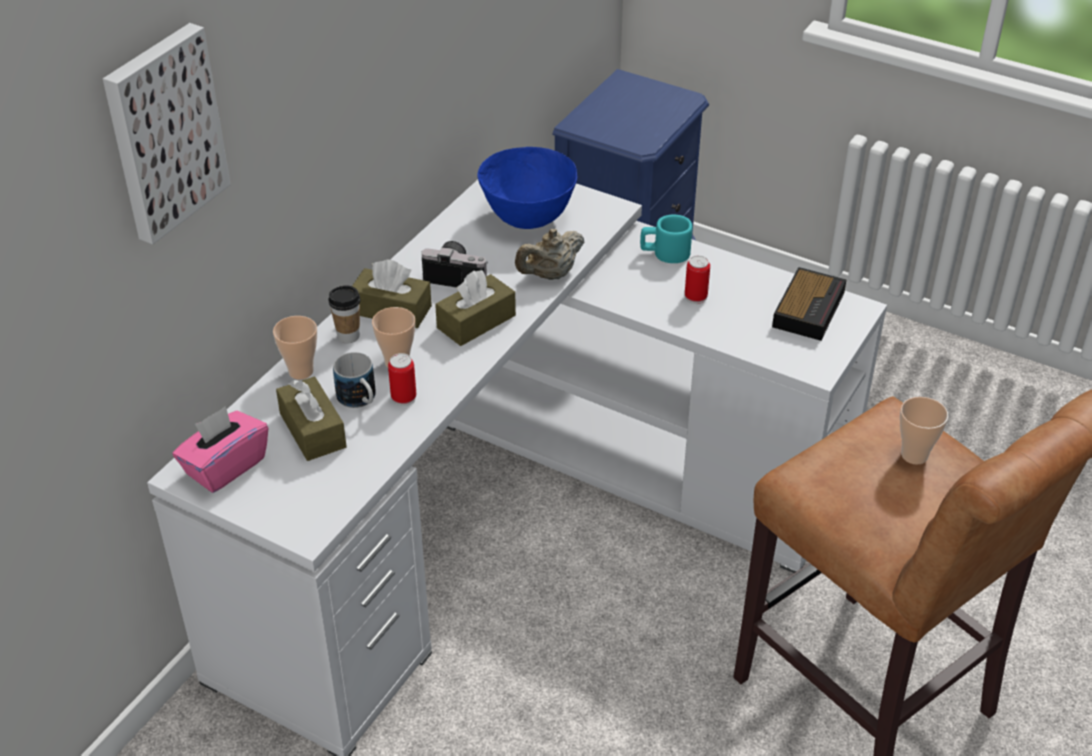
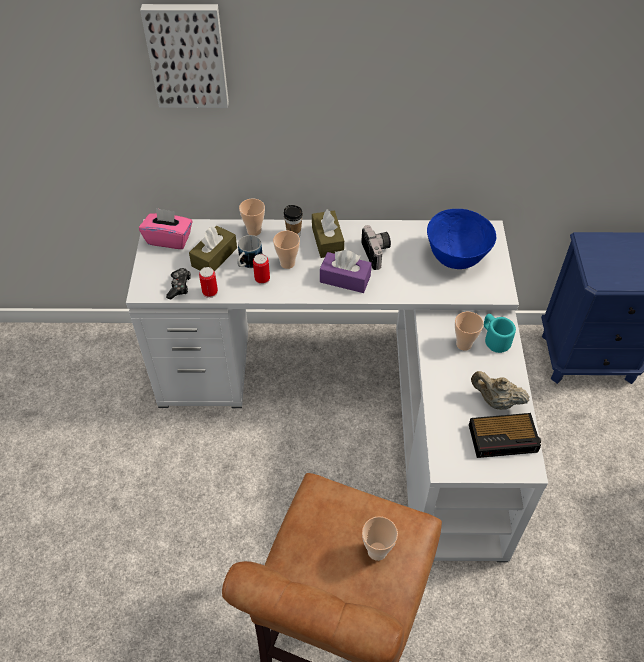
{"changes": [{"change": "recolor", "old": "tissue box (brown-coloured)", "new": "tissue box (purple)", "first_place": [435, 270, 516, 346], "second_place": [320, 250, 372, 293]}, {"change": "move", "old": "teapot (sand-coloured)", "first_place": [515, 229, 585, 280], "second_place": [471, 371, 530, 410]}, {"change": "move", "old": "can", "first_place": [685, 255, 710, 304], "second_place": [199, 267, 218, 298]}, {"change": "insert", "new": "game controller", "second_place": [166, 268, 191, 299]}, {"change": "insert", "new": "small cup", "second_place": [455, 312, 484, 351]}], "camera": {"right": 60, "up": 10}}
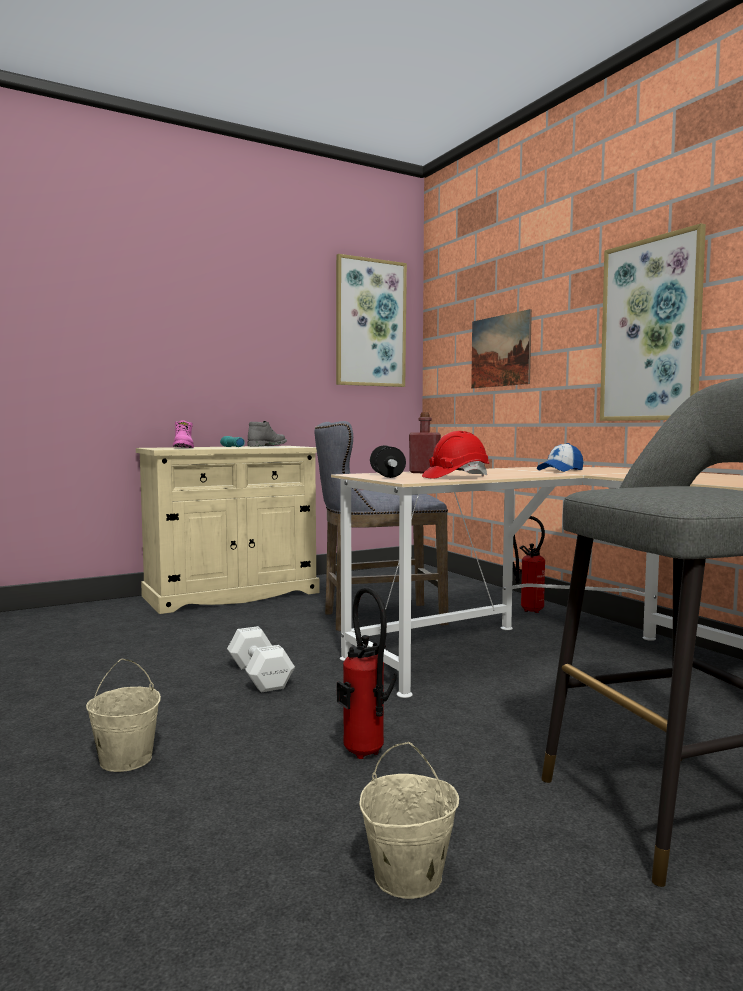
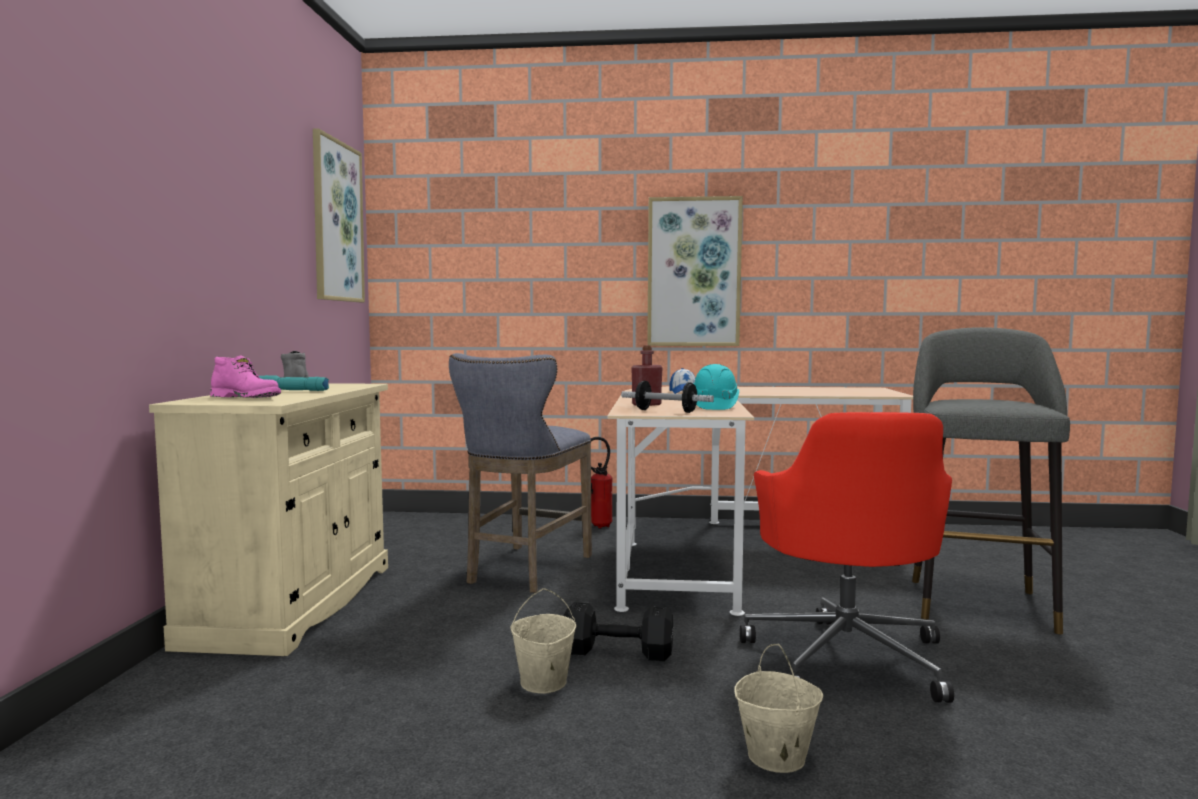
{"changes": [{"change": "recolor", "old": "hand weight (white-coloured)", "new": "hand weight (black)", "first_place": [227, 626, 295, 692], "second_place": [563, 602, 673, 661]}, {"change": "replace", "old": "fire-fighting cylinder", "new": "office chair (reddish)", "first_place": [337, 587, 397, 759], "second_place": [740, 412, 954, 703]}, {"change": "move", "old": "pail (sand-coloured)", "first_place": [359, 742, 459, 899], "second_place": [510, 588, 576, 694]}, {"change": "recolor", "old": "work helmet (reddish)", "new": "work helmet (turquoise-coloured)", "first_place": [422, 431, 489, 479], "second_place": [694, 364, 739, 410]}, {"change": "delete", "old": "wall picture", "first_place": [471, 309, 532, 388]}], "camera": {"right": -55, "up": 0}}
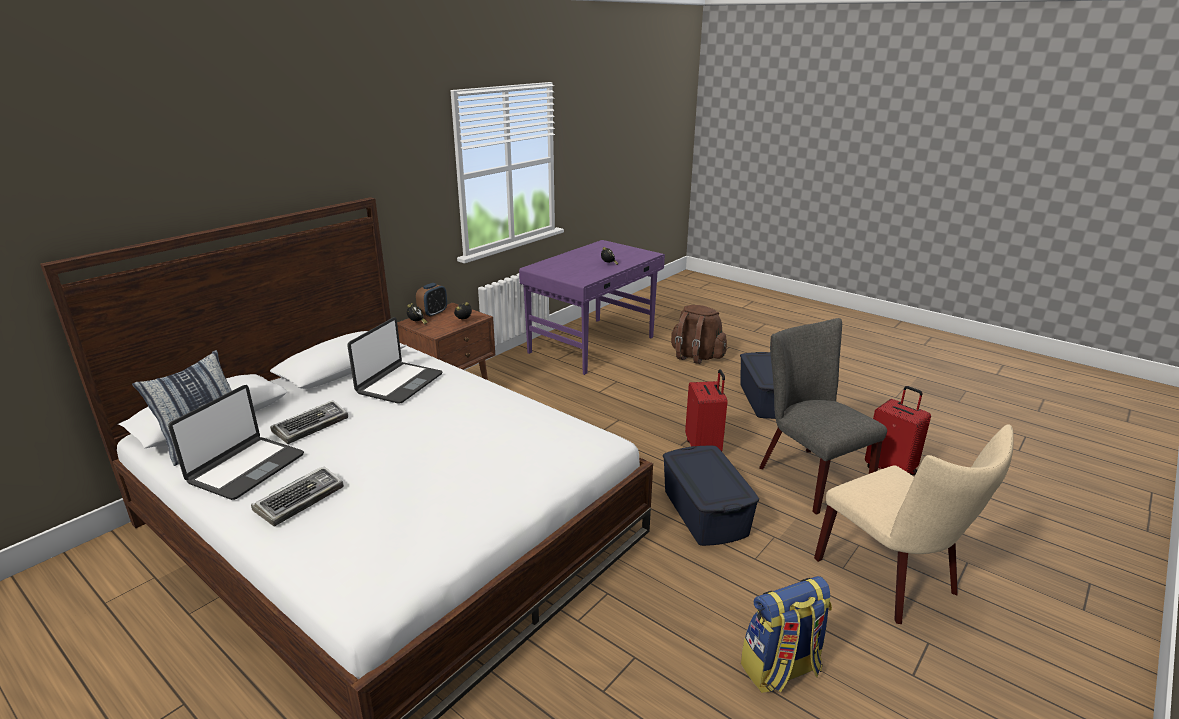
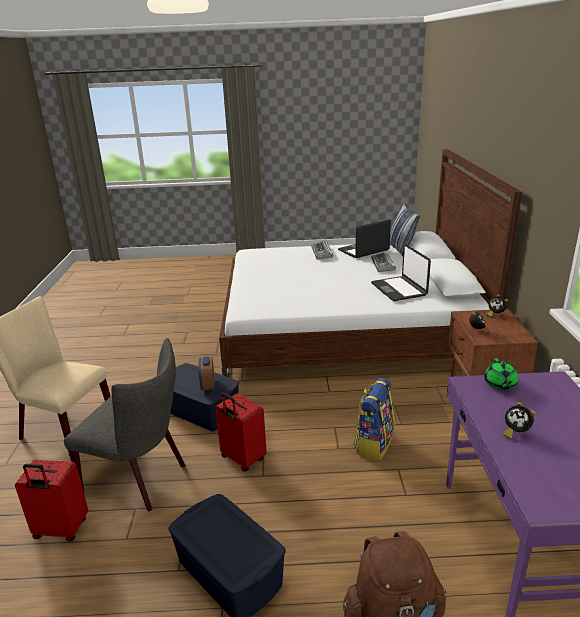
{"changes": [{"change": "rotate", "old": "laptop", "first_place": [168, 385, 304, 500], "second_place": [338, 219, 391, 258], "degrees": 75}, {"change": "move", "old": "alarm clock", "first_place": [416, 283, 447, 317], "second_place": [198, 357, 215, 391]}, {"change": "move", "old": "backpack", "first_place": [741, 576, 832, 693], "second_place": [354, 378, 395, 461]}, {"change": "insert", "new": "teapot (green)", "second_place": [484, 358, 519, 390]}], "camera": {"right": 140, "up": 0}}
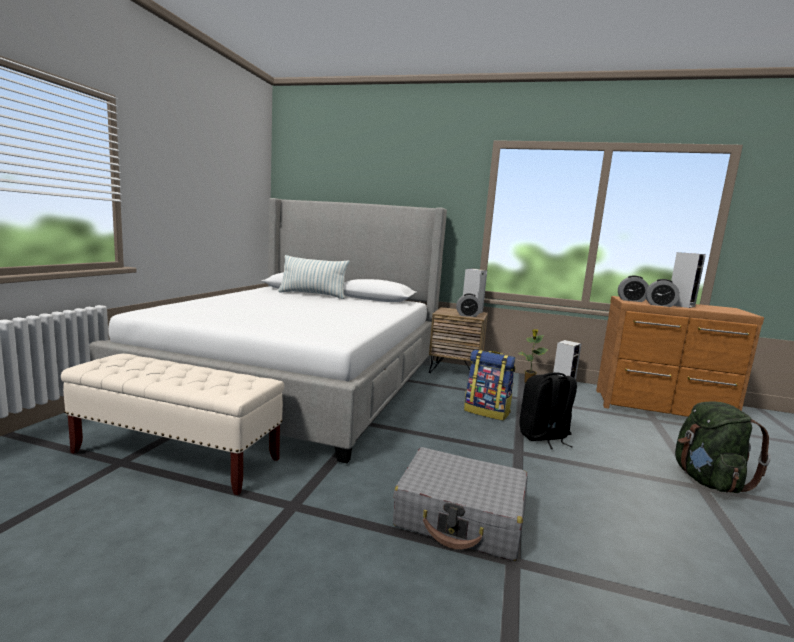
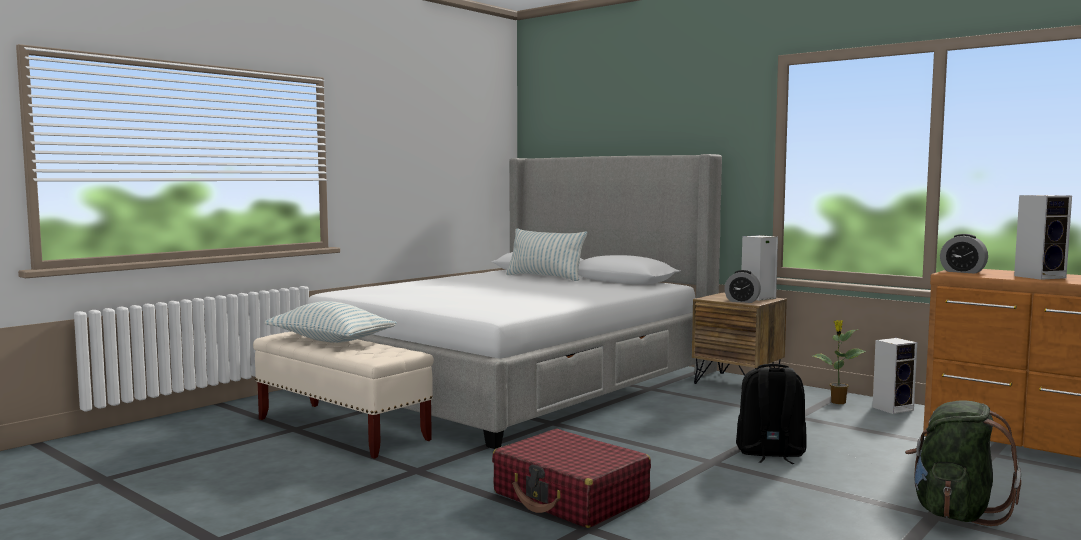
{"changes": [{"change": "recolor", "old": "travel case (greyish)", "new": "travel case (reddish)", "first_place": [393, 447, 528, 561], "second_place": [492, 429, 651, 528]}, {"change": "delete", "old": "backpack", "first_place": [464, 349, 515, 421]}, {"change": "delete", "old": "alarm clock", "first_place": [645, 279, 680, 307]}, {"change": "insert", "new": "pillow", "second_place": [265, 301, 397, 343]}], "camera": {"right": 25, "up": -5}}
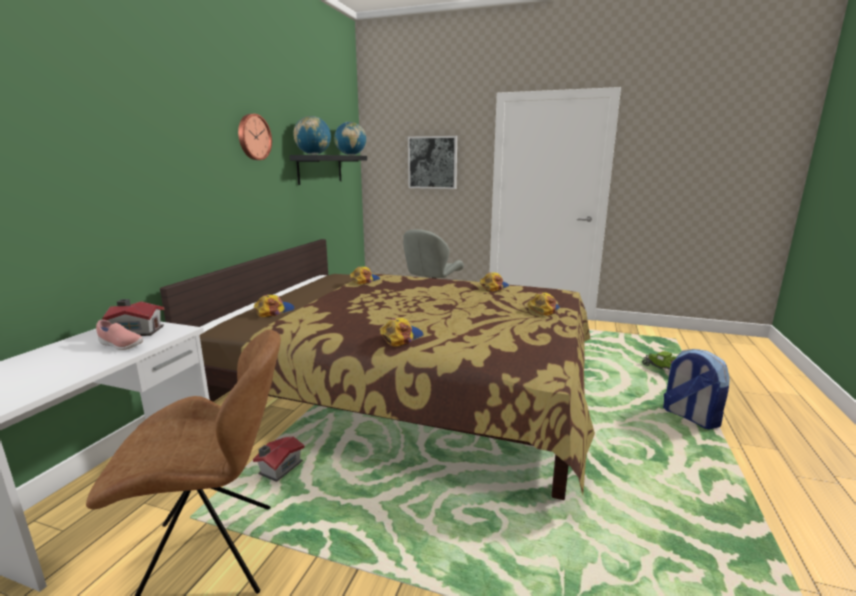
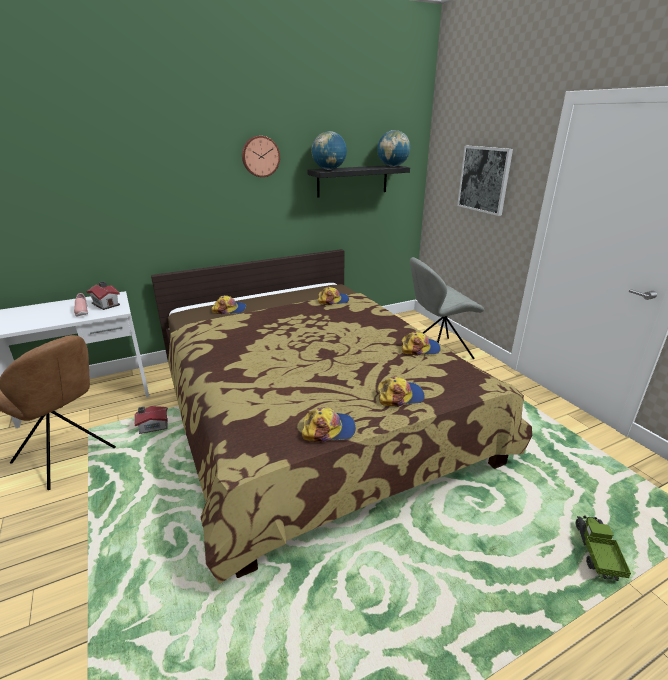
{"changes": [{"change": "move", "old": "peaked cap", "first_place": [380, 318, 424, 347], "second_place": [302, 407, 356, 442]}, {"change": "delete", "old": "backpack", "first_place": [663, 349, 730, 429]}], "camera": {"right": 45, "up": 10}}
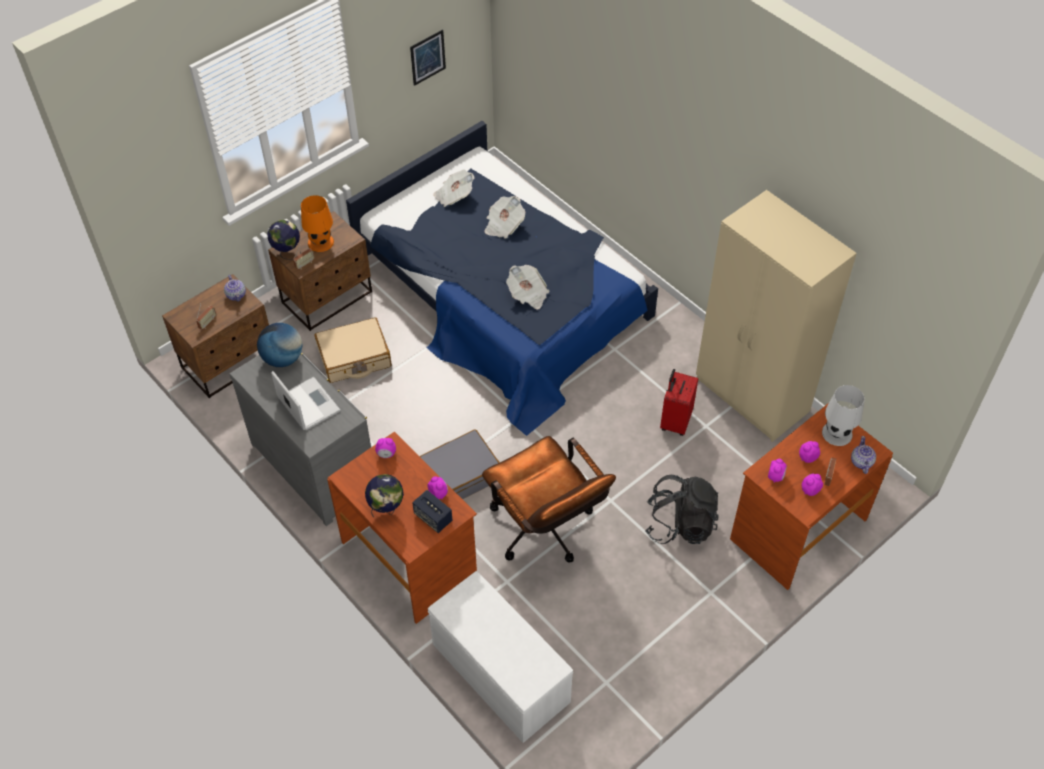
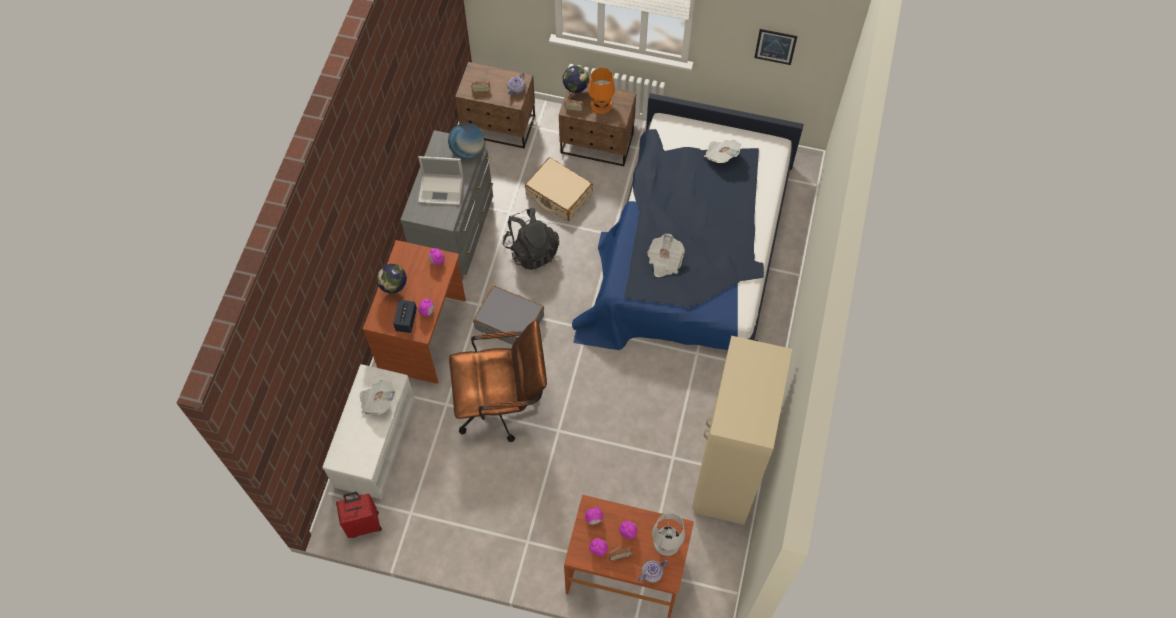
{"changes": [{"change": "rotate", "old": "laptop", "first_place": [271, 371, 340, 430], "second_place": [418, 156, 463, 205], "degrees": 75}, {"change": "rotate", "old": "office chair (brown-coloured)", "first_place": [482, 436, 616, 563], "second_place": [449, 320, 547, 442], "degrees": -120}, {"change": "move", "old": "daily paper", "first_place": [485, 196, 525, 239], "second_place": [360, 380, 396, 415]}, {"change": "move", "old": "backpack (black)", "first_place": [645, 475, 718, 544], "second_place": [502, 208, 559, 270]}, {"change": "move", "old": "travel case (reddish)", "first_place": [660, 369, 698, 436], "second_place": [336, 492, 382, 538]}], "camera": {"right": 55, "up": 10}}
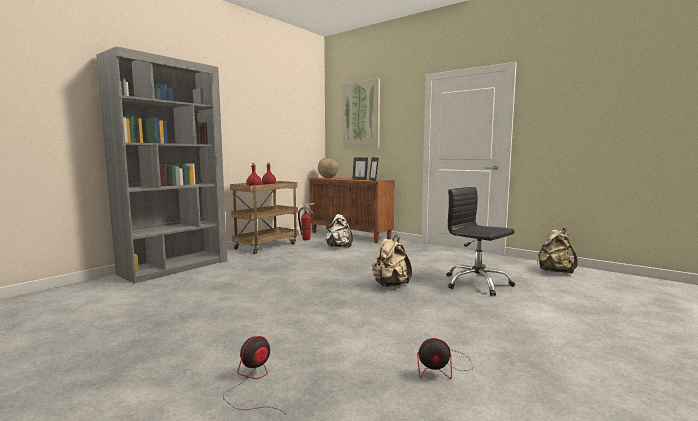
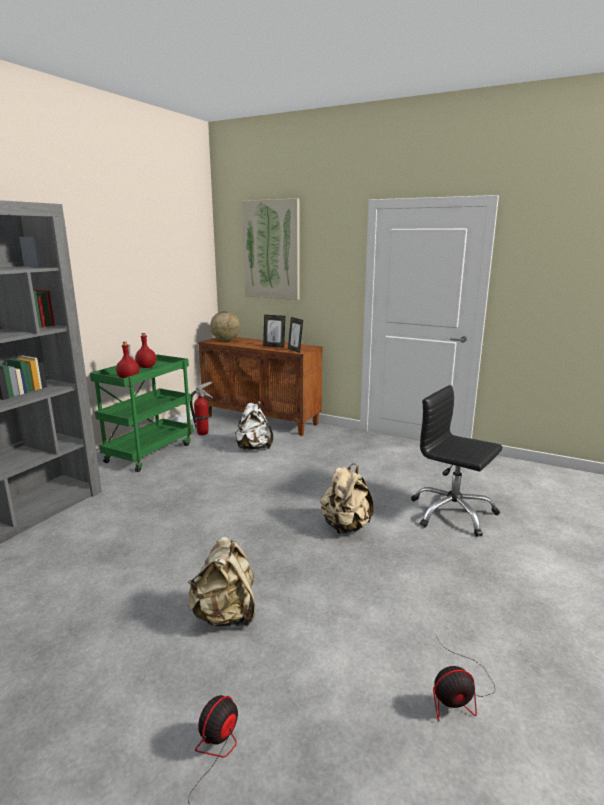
{"changes": [{"change": "recolor", "old": "cart (brown-coloured)", "new": "cart (green)", "first_place": [230, 181, 298, 254], "second_place": [90, 354, 193, 472]}, {"change": "move", "old": "backpack (sand-coloured)", "first_place": [537, 228, 578, 274], "second_place": [188, 537, 255, 627]}], "camera": {"right": -10, "up": 10}}
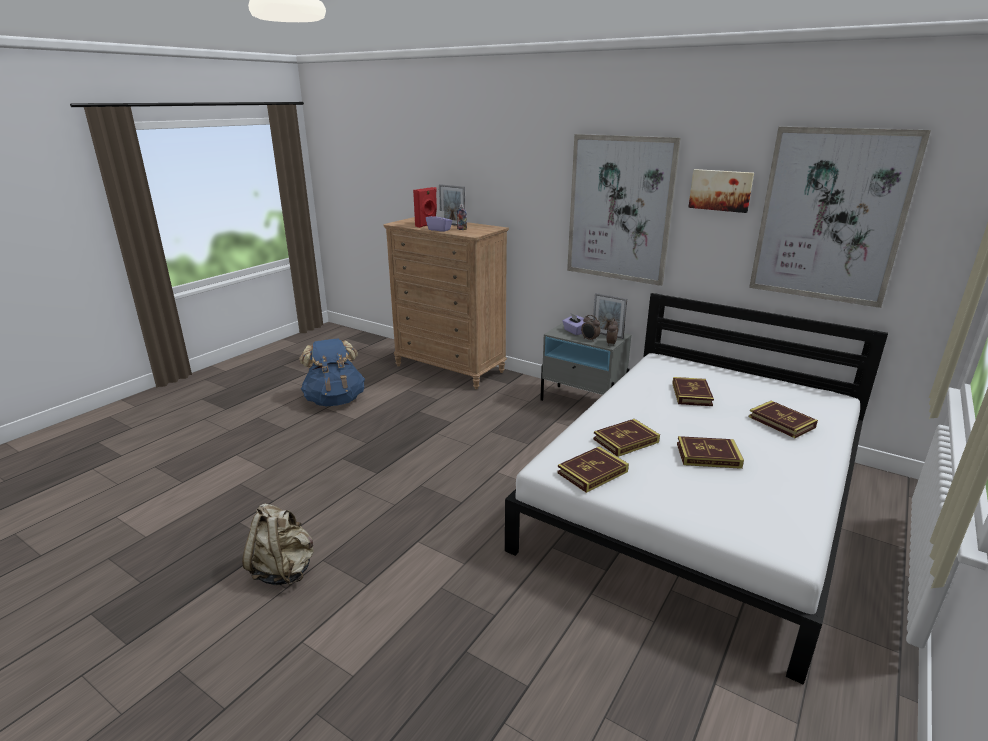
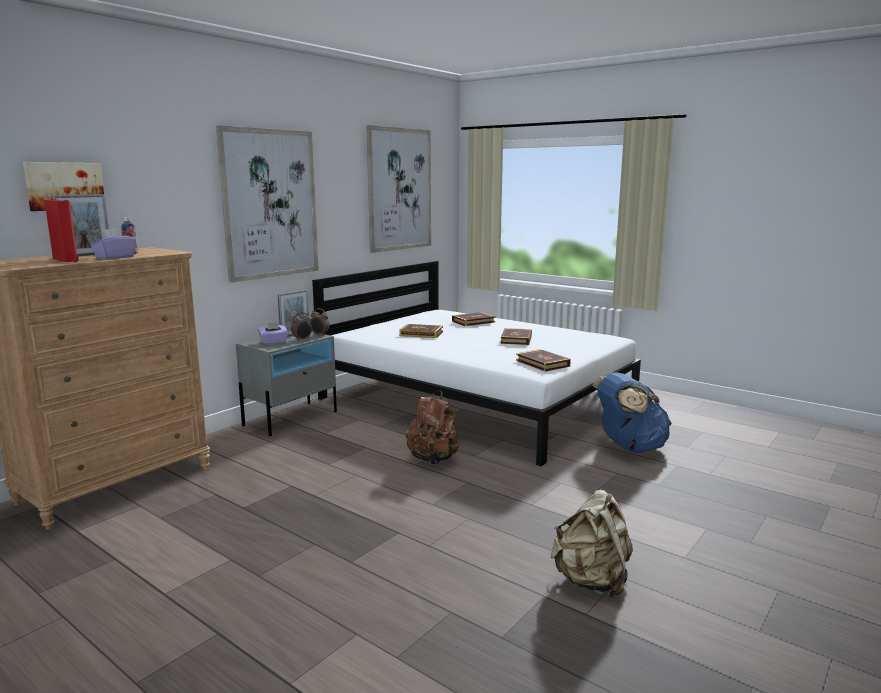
{"changes": [{"change": "move", "old": "backpack (blue)", "first_place": [299, 338, 365, 407], "second_place": [592, 372, 672, 453]}, {"change": "delete", "old": "book", "first_place": [593, 419, 660, 457]}, {"change": "move", "old": "wall picture", "first_place": [688, 169, 754, 213], "second_place": [23, 162, 104, 211]}, {"change": "insert", "new": "backpack (brown-coloured)", "second_place": [406, 390, 459, 464]}], "camera": {"right": -85, "up": -10}}
